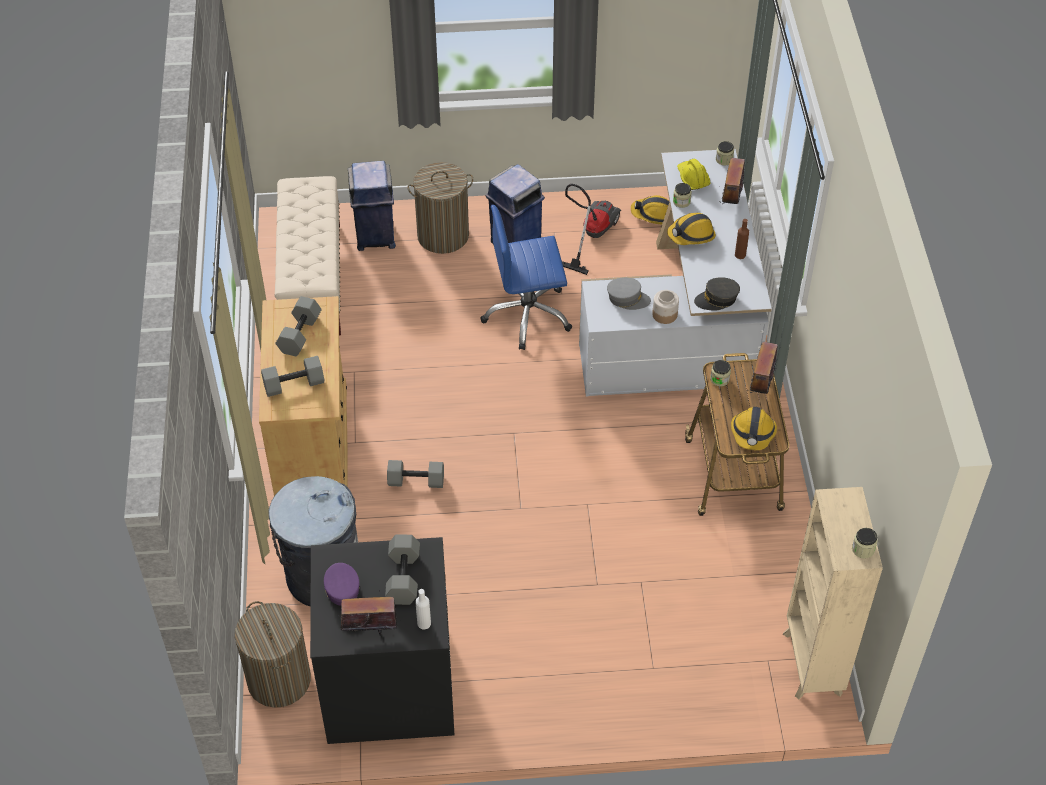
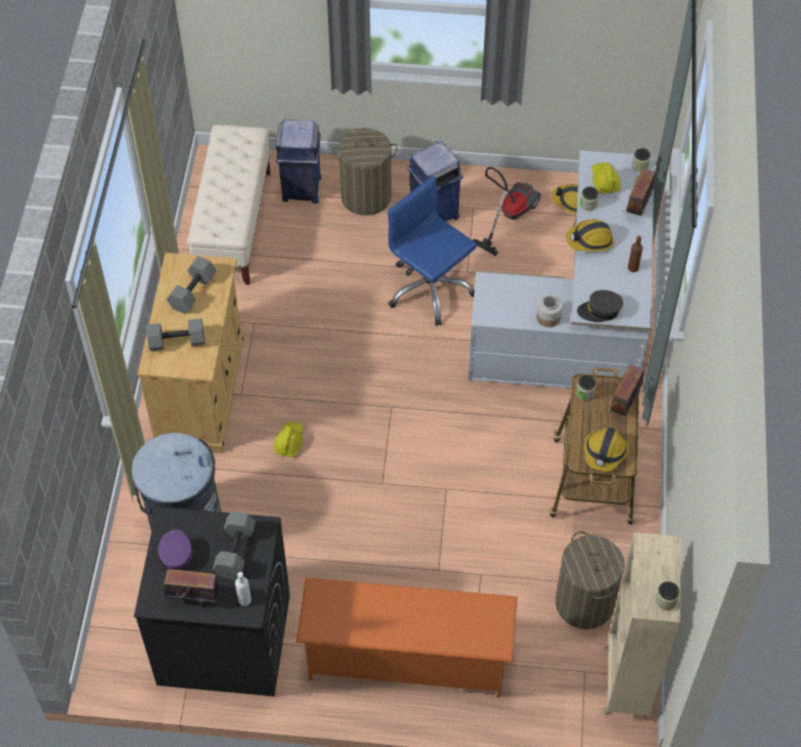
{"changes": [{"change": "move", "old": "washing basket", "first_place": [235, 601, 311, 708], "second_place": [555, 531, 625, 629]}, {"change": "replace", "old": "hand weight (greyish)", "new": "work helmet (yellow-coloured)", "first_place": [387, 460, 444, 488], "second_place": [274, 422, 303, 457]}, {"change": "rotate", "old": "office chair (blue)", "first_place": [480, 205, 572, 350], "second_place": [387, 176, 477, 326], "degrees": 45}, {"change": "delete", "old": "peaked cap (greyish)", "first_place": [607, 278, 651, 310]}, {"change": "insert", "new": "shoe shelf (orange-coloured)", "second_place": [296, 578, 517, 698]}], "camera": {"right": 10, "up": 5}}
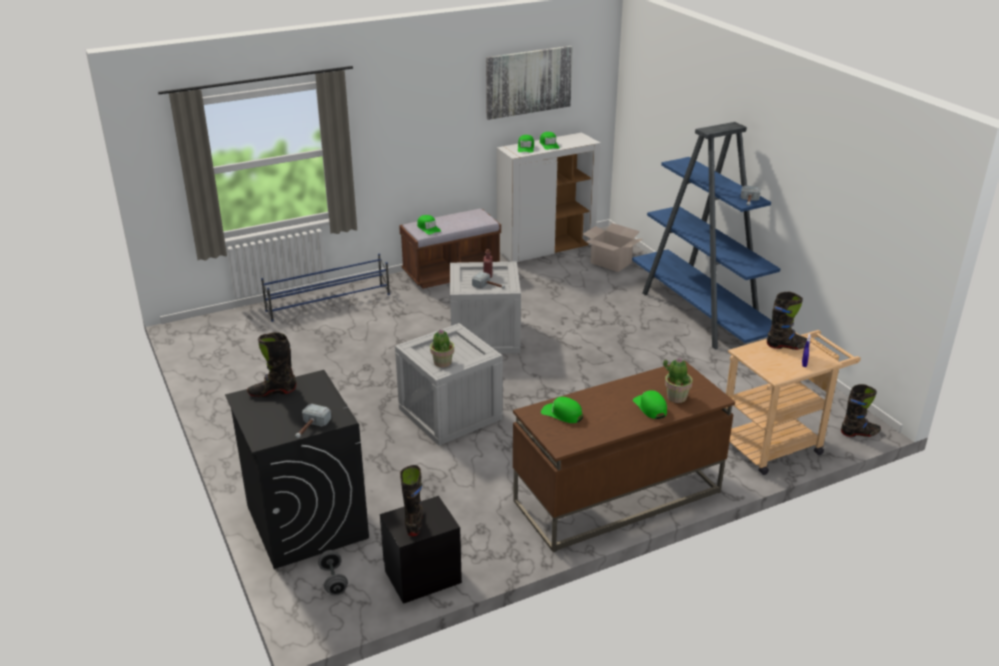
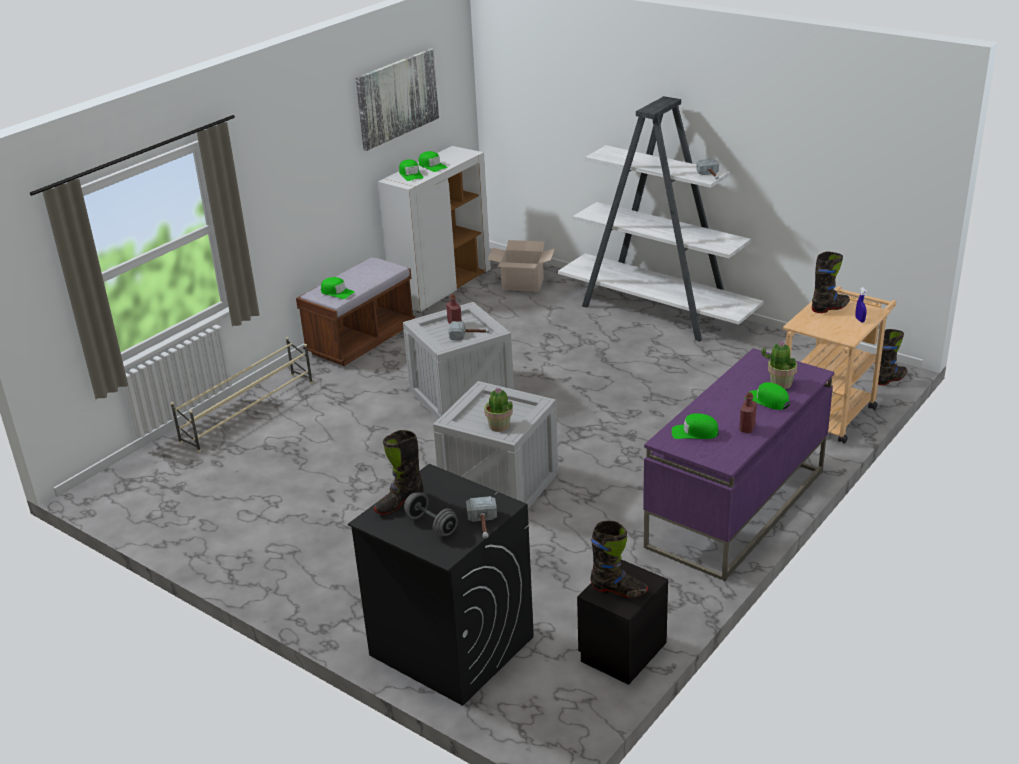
{"changes": [{"change": "recolor", "old": "shoe shelf (blue)", "new": "shoe shelf (sand-coloured)", "first_place": [261, 254, 390, 322], "second_place": [171, 337, 313, 452]}, {"change": "move", "old": "hand weight (greyish)", "first_place": [318, 550, 348, 596], "second_place": [404, 492, 458, 536]}, {"change": "rotate", "old": "high-top boot (black)", "first_place": [400, 465, 423, 536], "second_place": [590, 521, 648, 598], "degrees": 135}, {"change": "recolor", "old": "desk table (brown-coloured)", "new": "desk table (purple)", "first_place": [513, 360, 735, 552], "second_place": [643, 348, 834, 581]}, {"change": "recolor", "old": "bookcase (blue)", "new": "bookcase (white-coloured)", "first_place": [632, 122, 780, 350], "second_place": [558, 96, 764, 341]}, {"change": "insert", "new": "bottle (reddish)", "second_place": [739, 392, 757, 433]}], "camera": {"right": -25, "up": 0}}
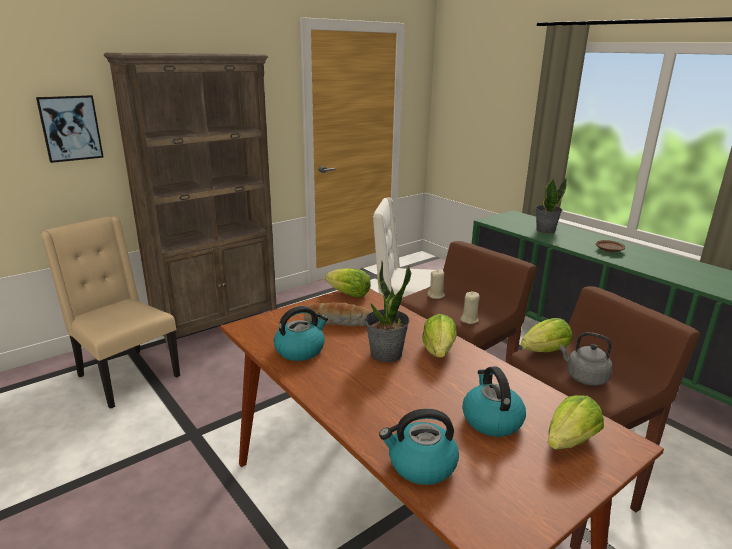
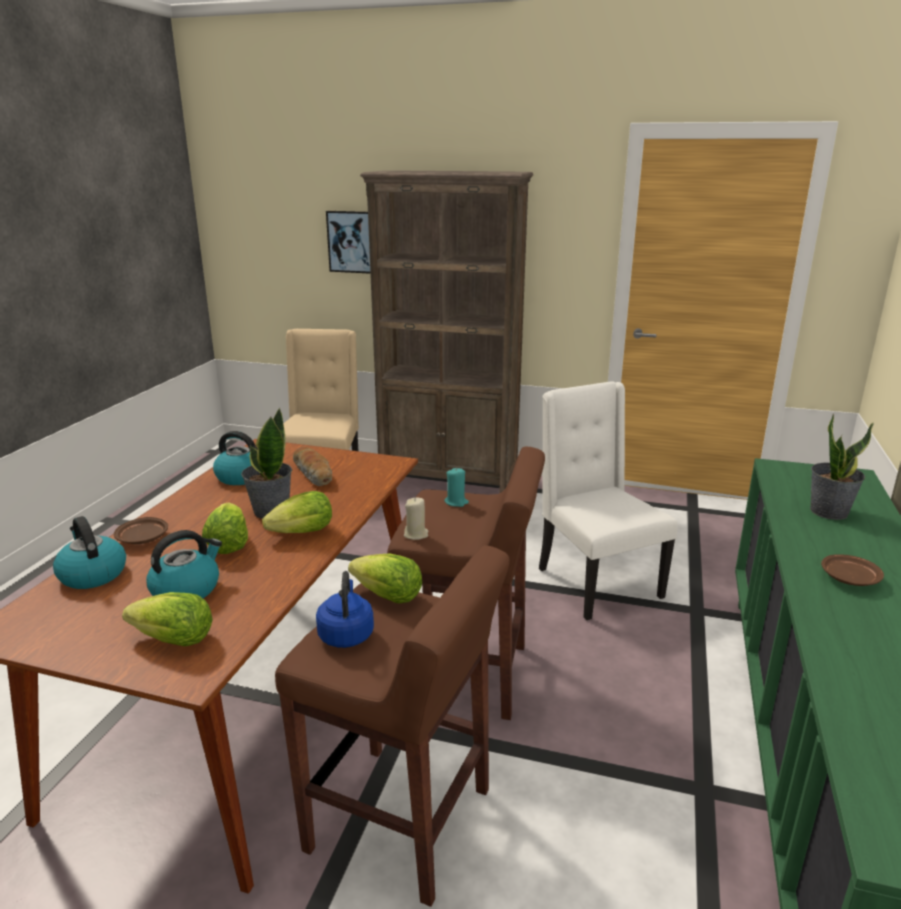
{"changes": [{"change": "move", "old": "head of lettuce", "first_place": [325, 268, 371, 298], "second_place": [202, 502, 248, 554]}, {"change": "recolor", "old": "wax light (sand-coloured)", "new": "wax light (turquoise-coloured)", "first_place": [427, 270, 445, 299], "second_place": [444, 468, 469, 507]}, {"change": "recolor", "old": "tea kettle (greyish)", "new": "tea kettle (blue)", "first_place": [559, 332, 612, 386], "second_place": [316, 571, 374, 648]}, {"change": "insert", "new": "flat dish (brown-coloured)", "second_place": [114, 517, 168, 544]}], "camera": {"right": 55, "up": 0}}
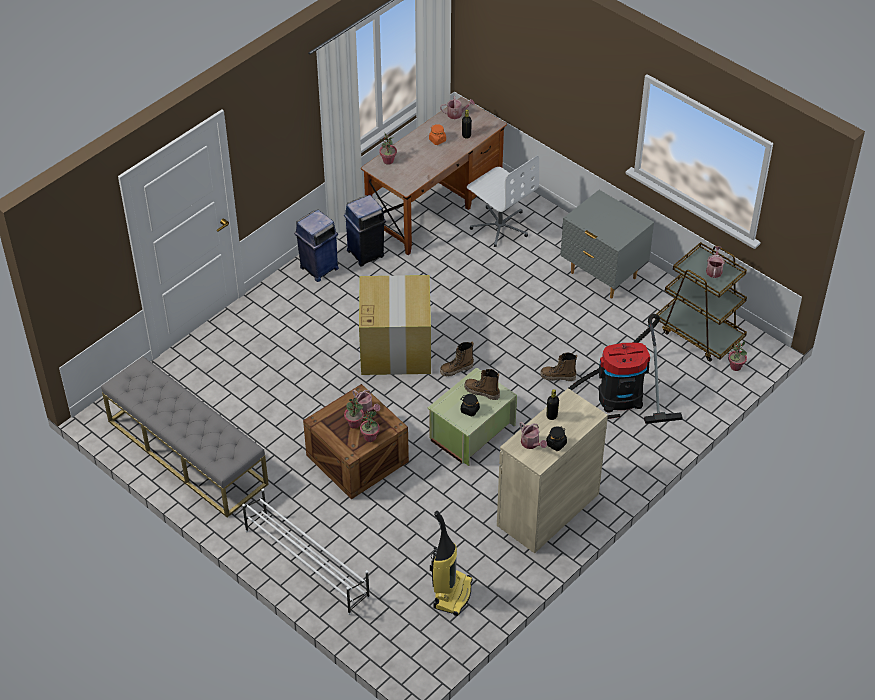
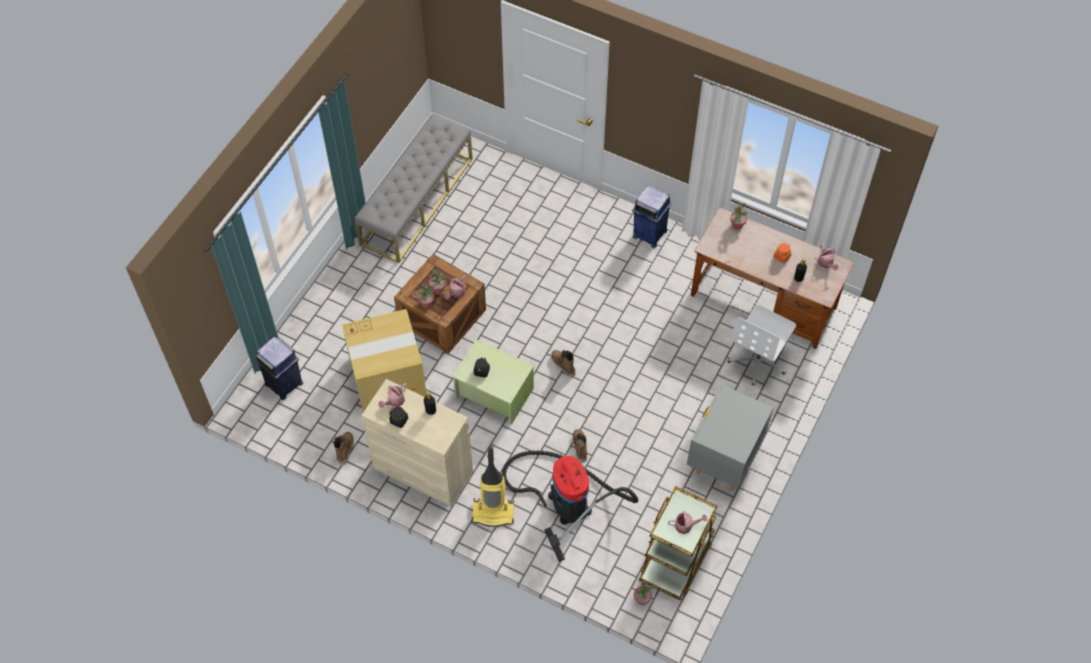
{"changes": [{"change": "delete", "old": "shoe shelf (white-coloured)", "first_place": [242, 489, 370, 615]}, {"change": "move", "old": "rubbish bin (blue)", "first_place": [344, 195, 386, 266], "second_place": [255, 337, 303, 400]}, {"change": "move", "old": "packing box", "first_place": [359, 275, 431, 375], "second_place": [342, 309, 427, 412]}, {"change": "move", "old": "vacuum cleaner", "first_place": [430, 511, 473, 616], "second_place": [472, 446, 514, 527]}, {"change": "move", "old": "high-top boot", "first_place": [464, 369, 500, 400], "second_place": [334, 432, 354, 465]}], "camera": {"right": 75, "up": 10}}
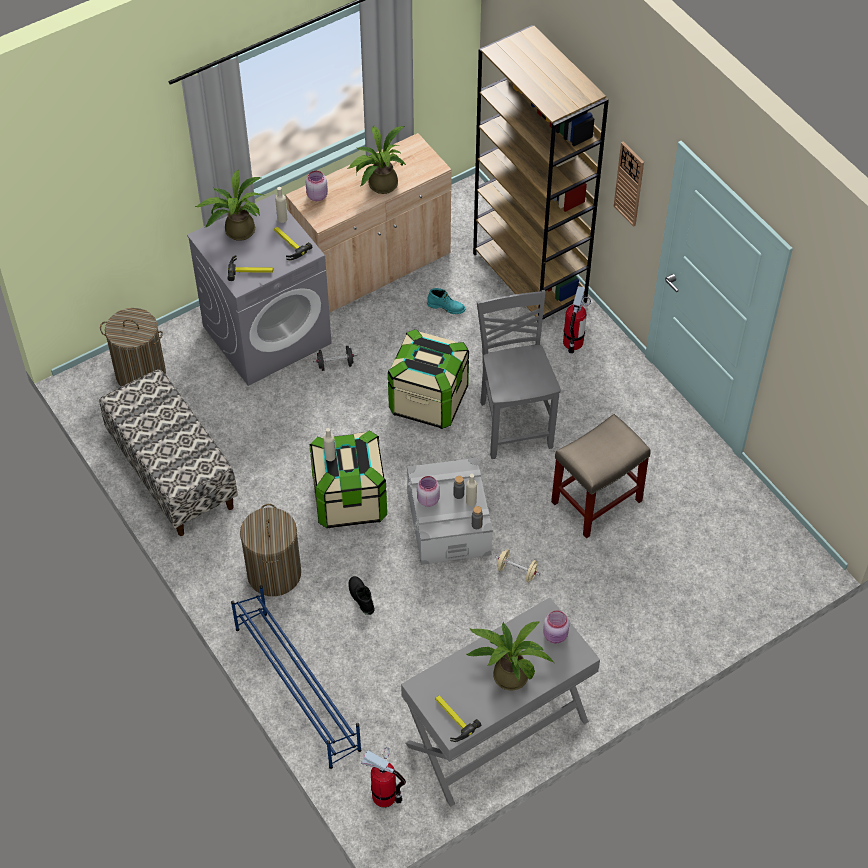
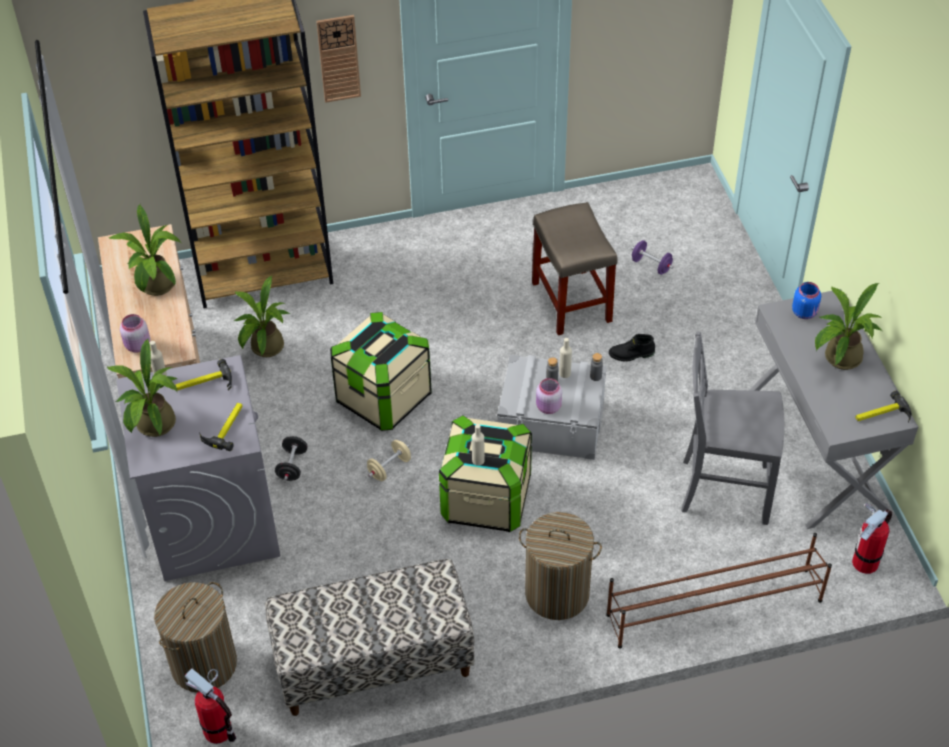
{"changes": [{"change": "recolor", "old": "shoe shelf (blue)", "new": "shoe shelf (brown-coloured)", "first_place": [231, 585, 361, 769], "second_place": [606, 533, 832, 649]}, {"change": "move", "old": "high-top boot (black)", "first_place": [348, 576, 375, 615], "second_place": [609, 334, 655, 361]}, {"change": "replace", "old": "high-top boot (turquoise-coloured)", "new": "potted plant", "first_place": [427, 288, 465, 314], "second_place": [233, 275, 290, 357]}, {"change": "move", "old": "chair (greyish)", "first_place": [477, 290, 561, 459], "second_place": [681, 332, 784, 525]}, {"change": "move", "old": "hand weight (sand-coloured)", "first_place": [495, 549, 540, 582], "second_place": [367, 440, 411, 481]}, {"change": "recolor", "old": "preserve jar (pinkish)", "new": "preserve jar (blue)", "first_place": [543, 610, 570, 644], "second_place": [792, 282, 821, 319]}, {"change": "move", "old": "fire-fighting cylinder", "first_place": [563, 286, 591, 354], "second_place": [185, 668, 236, 744]}, {"change": "insert", "new": "hand weight (purple)", "second_place": [631, 240, 673, 275]}], "camera": {"right": -70, "up": -5}}
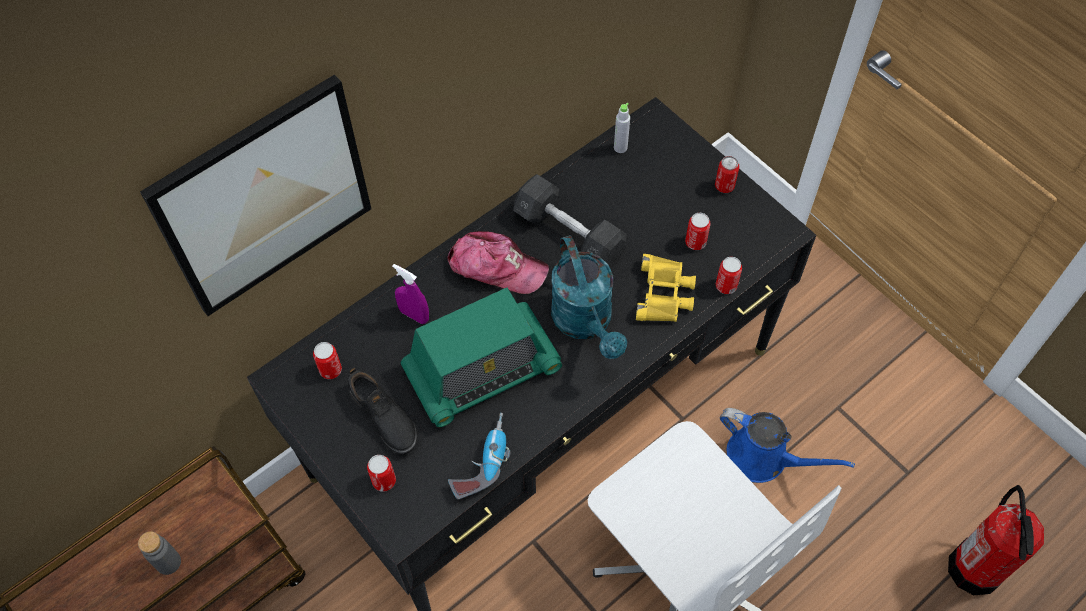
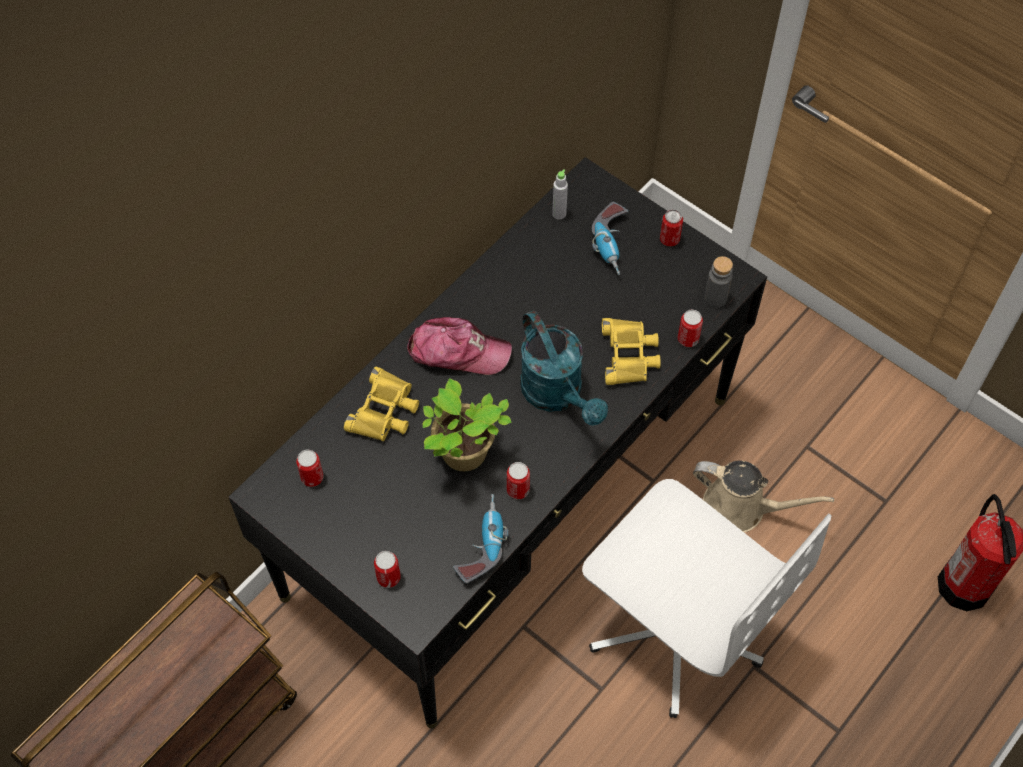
{"changes": [{"change": "move", "old": "bottle (greyish)", "first_place": [138, 531, 181, 575], "second_place": [704, 256, 733, 308]}, {"change": "delete", "old": "wall picture", "first_place": [140, 74, 371, 316]}, {"change": "delete", "old": "shoe (black)", "first_place": [348, 368, 417, 454]}, {"change": "replace", "old": "spray bottle (purple)", "new": "field glasses (yellow-coloured)", "first_place": [392, 264, 429, 324], "second_place": [344, 367, 419, 441]}, {"change": "replace", "old": "radio", "new": "potted plant", "first_place": [401, 288, 562, 427], "second_place": [422, 378, 512, 471]}, {"change": "delete", "old": "hand weight (greyish)", "first_place": [513, 174, 627, 267]}, {"change": "move", "old": "can", "first_place": [685, 213, 710, 250], "second_place": [507, 462, 530, 499]}, {"change": "recolor", "old": "sprinkling can (blue)", "new": "sprinkling can (sand-coloured)", "first_place": [720, 408, 855, 483], "second_place": [693, 460, 835, 533]}, {"change": "insert", "new": "power drill", "second_place": [592, 202, 629, 275]}], "camera": {"right": -10, "up": 0}}
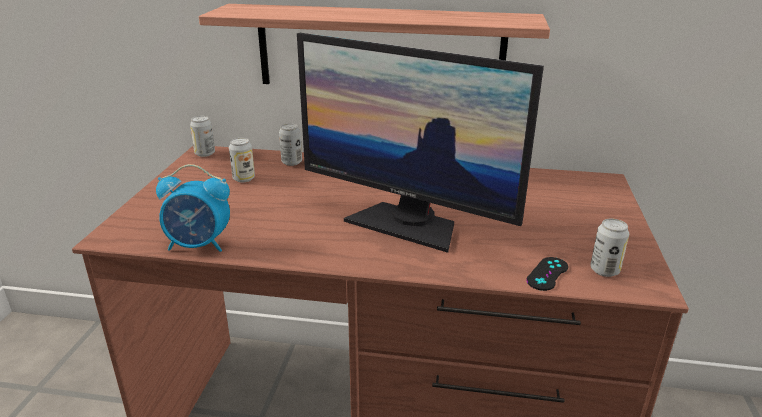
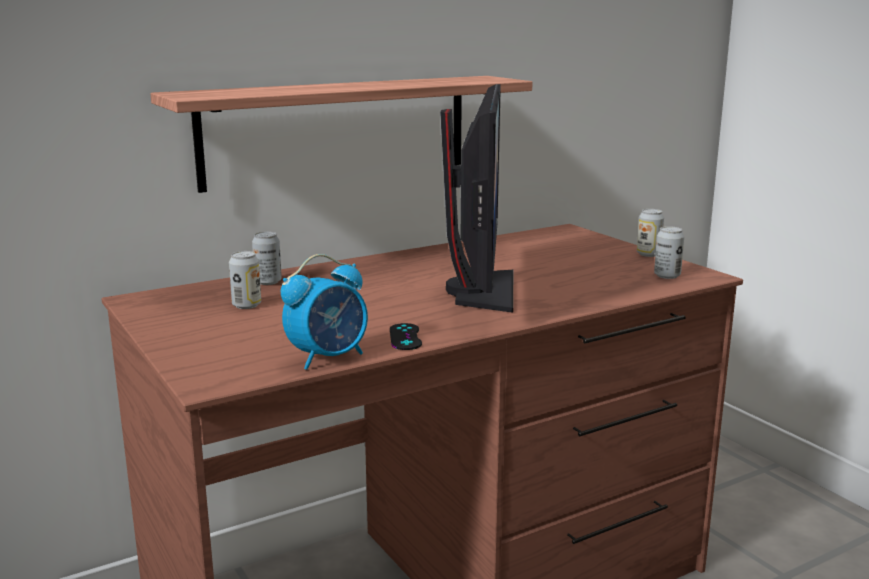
{"changes": [{"change": "move", "old": "can", "first_place": [190, 116, 215, 157], "second_place": [637, 209, 664, 257]}, {"change": "rotate", "old": "computer display", "first_place": [297, 33, 544, 253], "second_place": [440, 84, 513, 313], "degrees": -75}, {"change": "move", "old": "game controller (black)", "first_place": [526, 257, 568, 291], "second_place": [390, 323, 422, 350]}], "camera": {"right": -40, "up": -10}}
